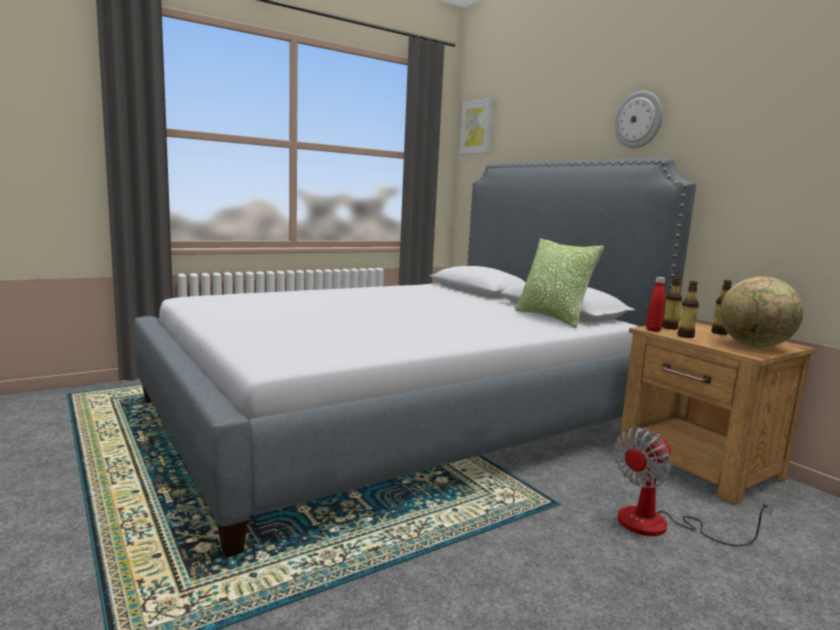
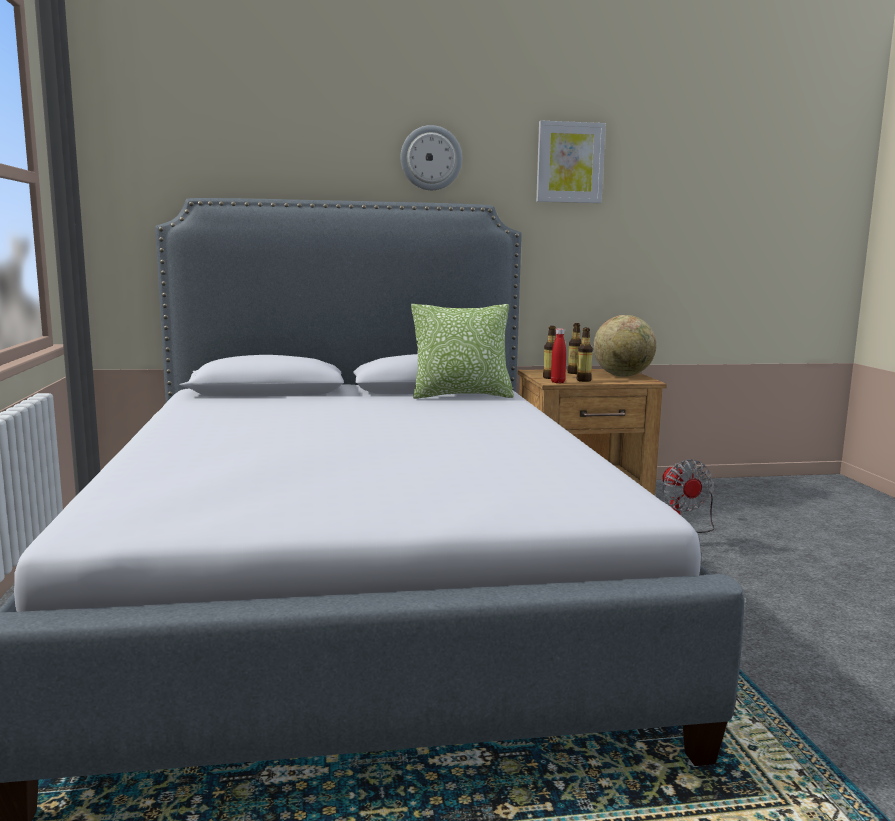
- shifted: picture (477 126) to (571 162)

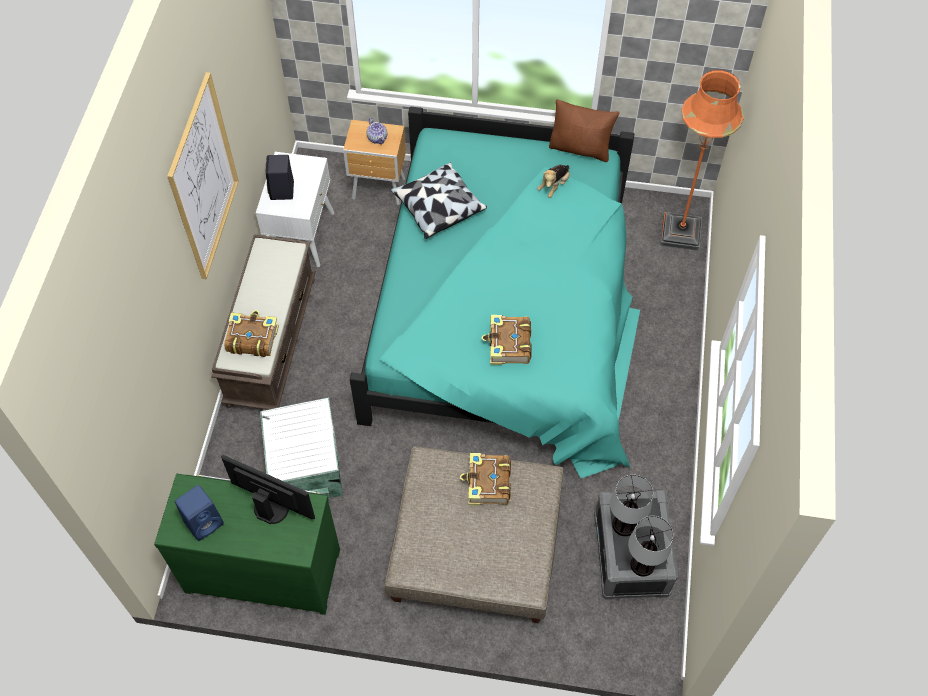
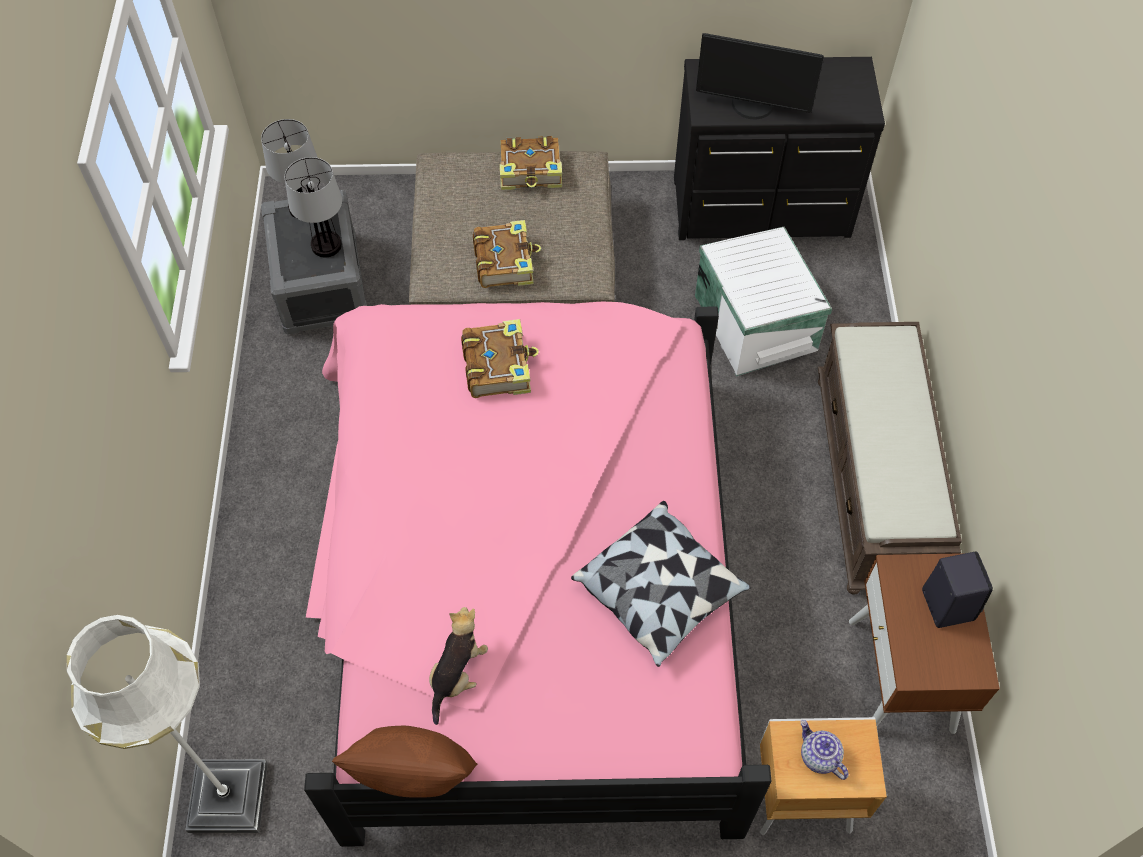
- repainted: orange standing lamp (702 160) to whitish standing lamp (167 724)
- gone: picture (203 175)
- repainted: turquoise-coloured bed (495 292) to pink bed (538 574)
- repainted: whitish nightstand (295 209) to brownish nightstand (924 643)
- shifted: volume (251 333) to (531 163)
- repainted: greenish dresser (247 544) to blackish dresser (779 148)
- gone: blue-coloured speaker (199 513)

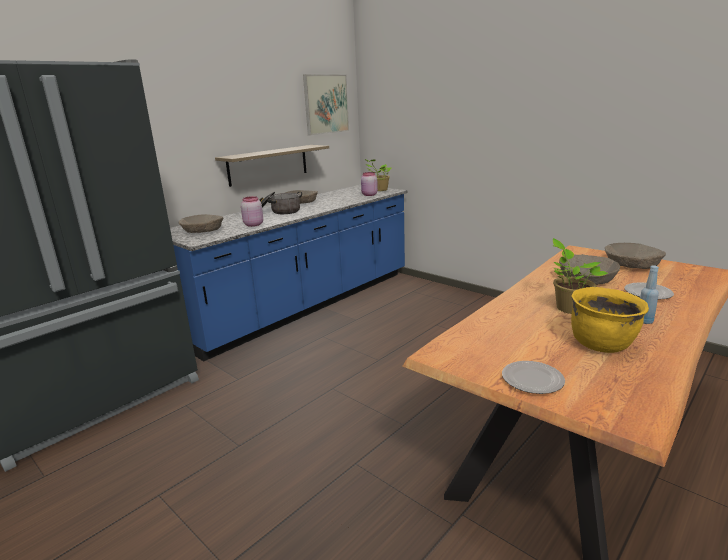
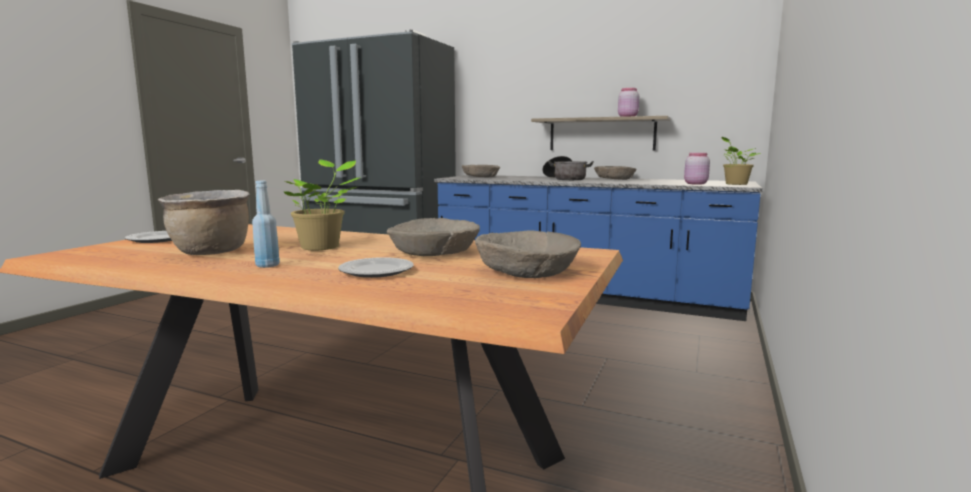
- gone: picture (326 104)
- shifted: pink preserve jar (252 211) to (628 102)
- repainted: yellowish stockpot (610 320) to brownish stockpot (203 222)

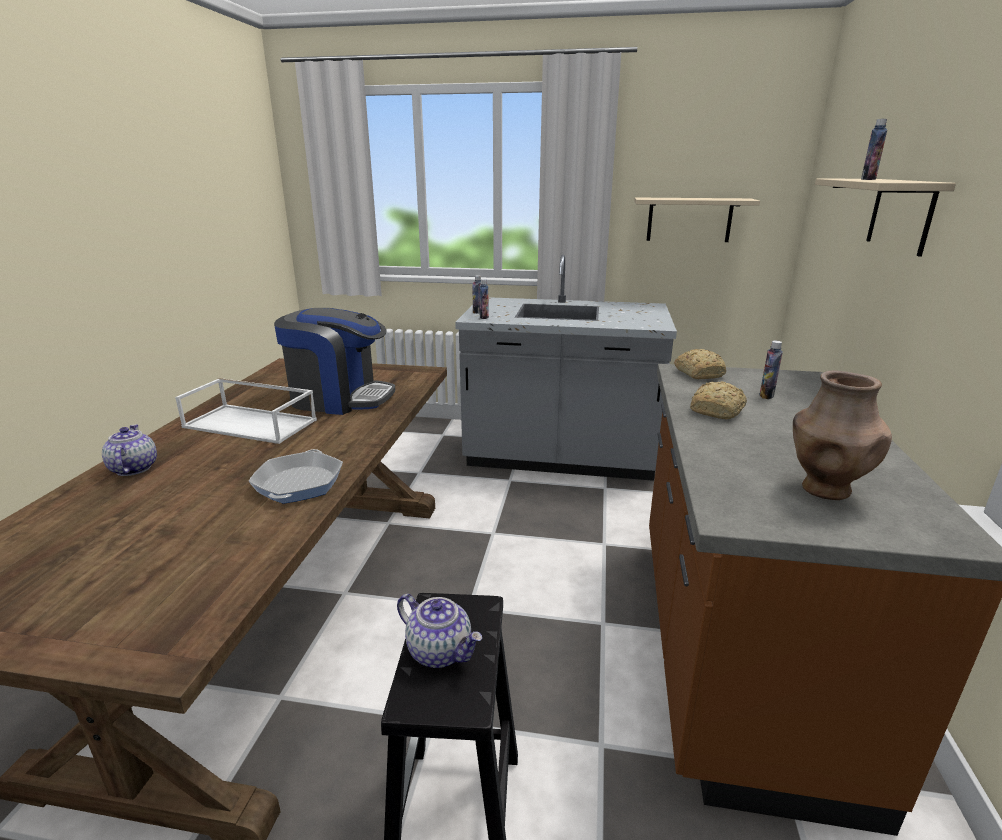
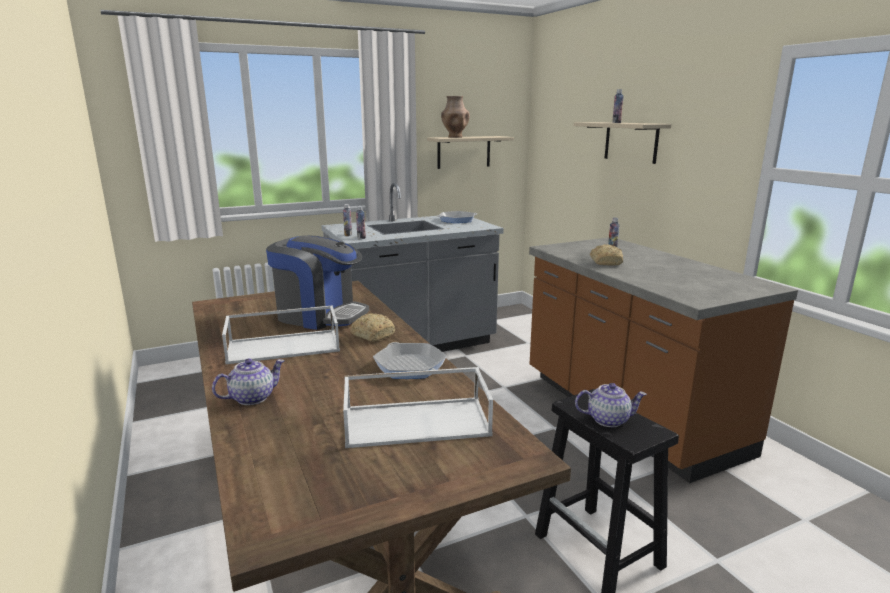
- rotated: coffee machine (334 361) = (317 283) 45 degrees clockwise
- shifted: bread (700 364) to (372 328)
- shifted: brownish flower vase (842 435) to (455 117)
- rotated: pot for tea (129 450) = (248 381) 105 degrees clockwise
- new: frying pan (457 217)
- new: whitish serving tray (418 407)

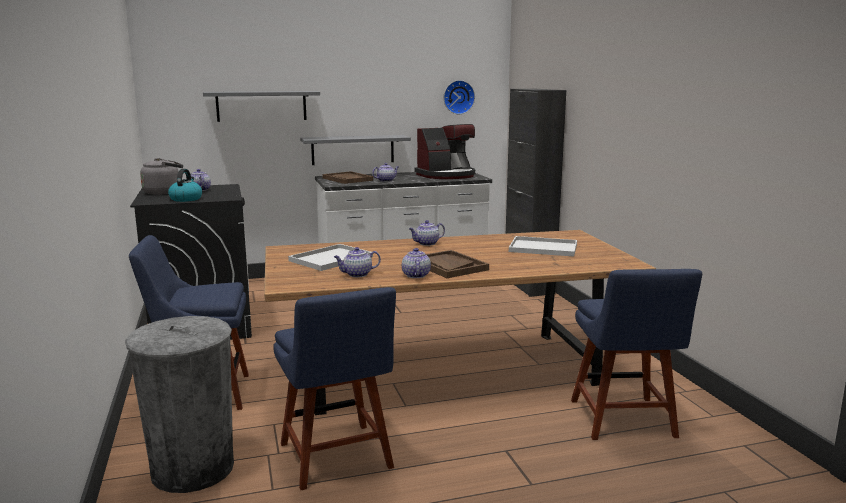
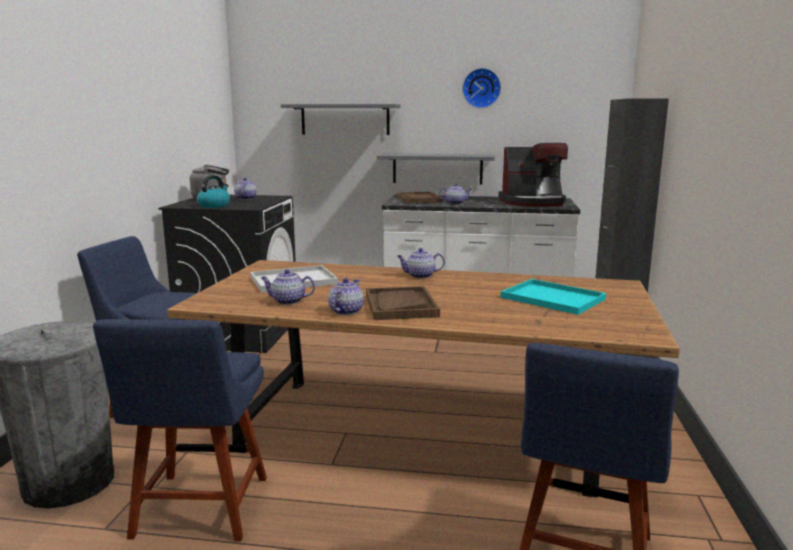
- shifted: clock on the wall (459 97) to (481 88)
- repainted: whitish serving tray (543 246) to turquoise-coloured serving tray (553 297)

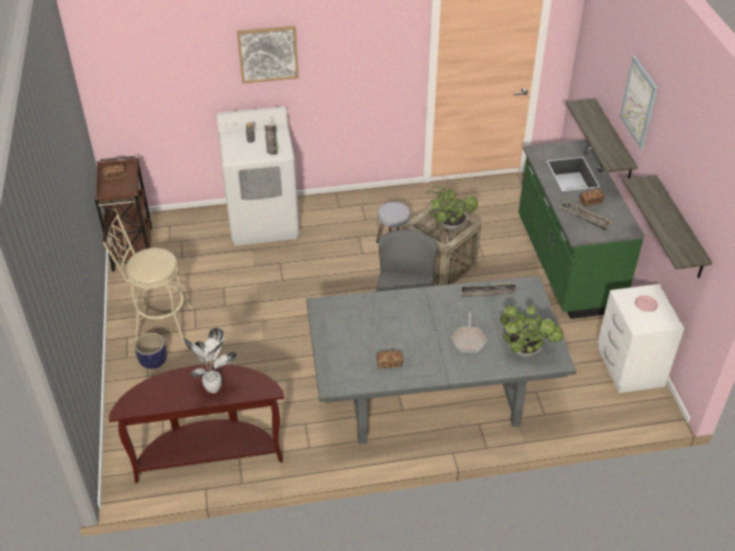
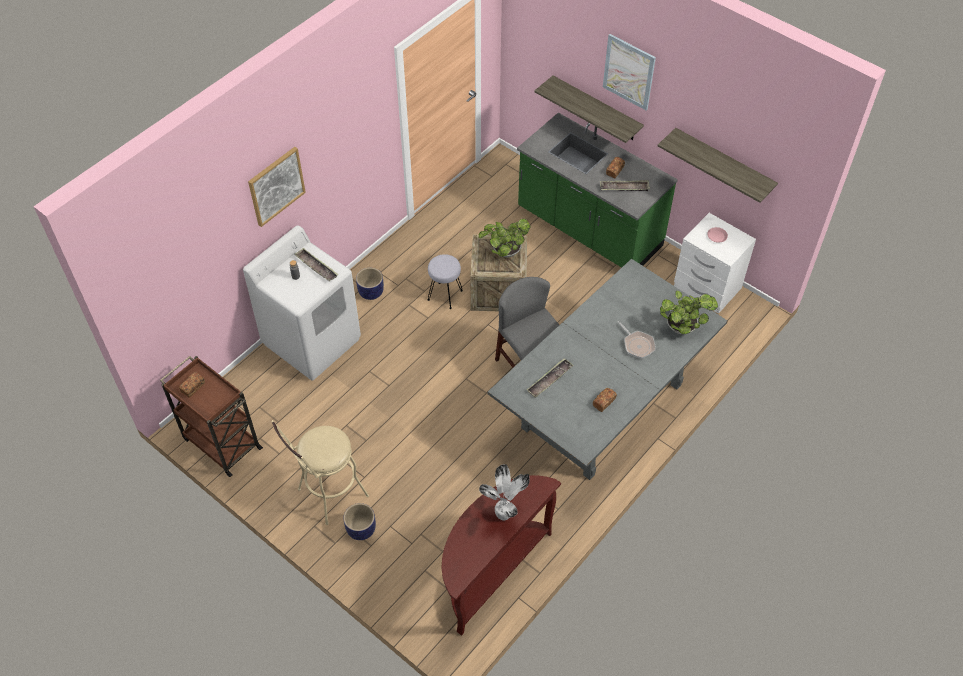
- shifted: serving tray (489 290) to (550 378)
- new: planter (370 284)

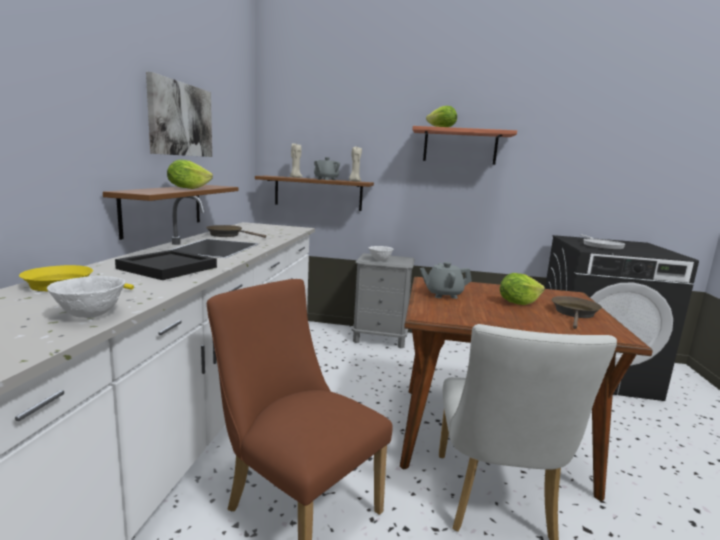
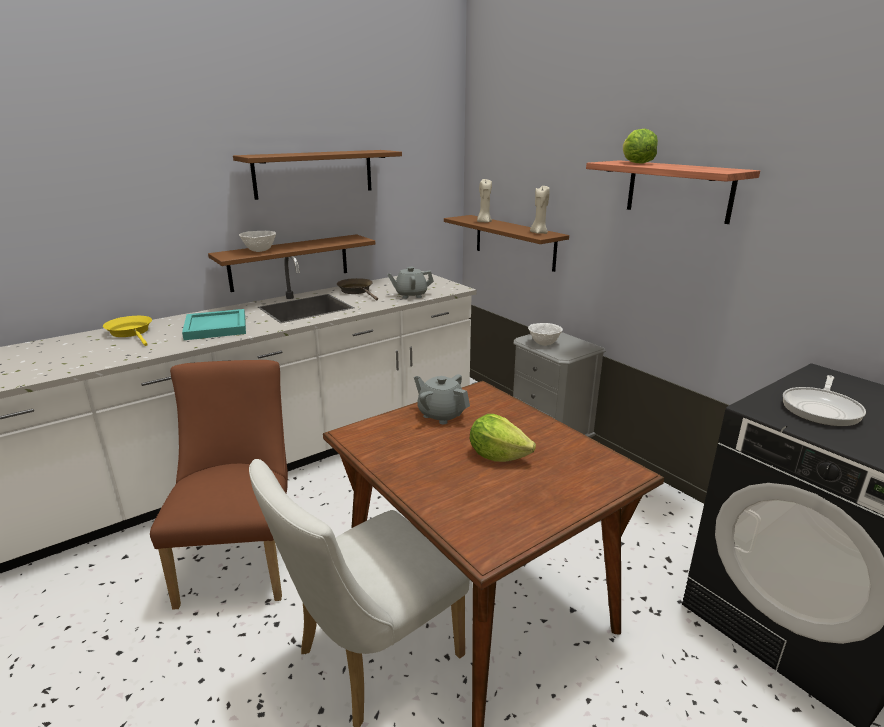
- swapped: picture (179 114) to brownish shelf (317 175)
- shifted: grey pot for tea (327 168) to (410 283)
- gone: head of lettuce (190 174)
- repainted: blackish serving tray (166 265) to turquoise-coloured serving tray (214 324)
- shifted: whitish serving bowl (86 297) to (257 241)
- gone: brownish frying pan (577 312)

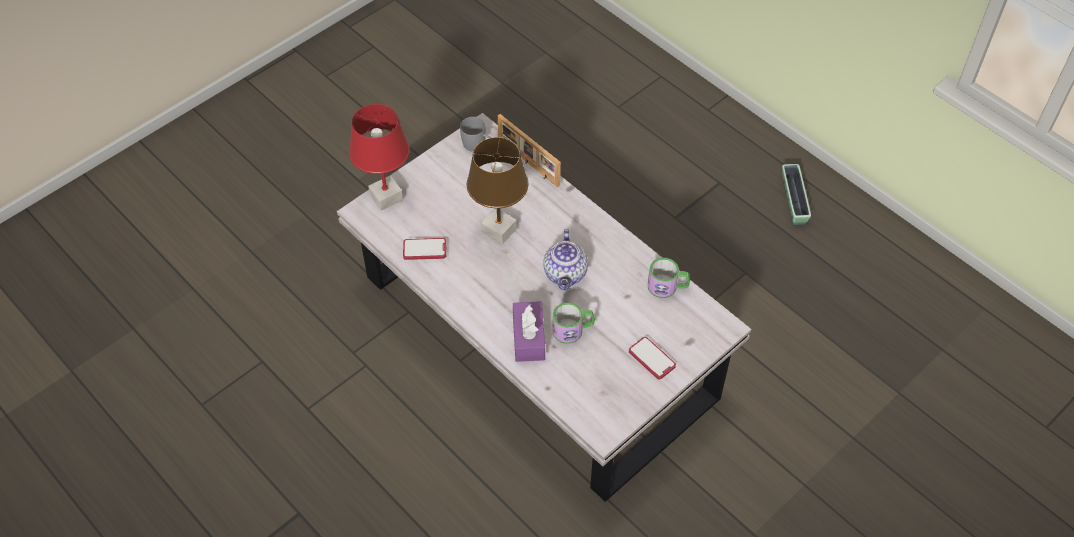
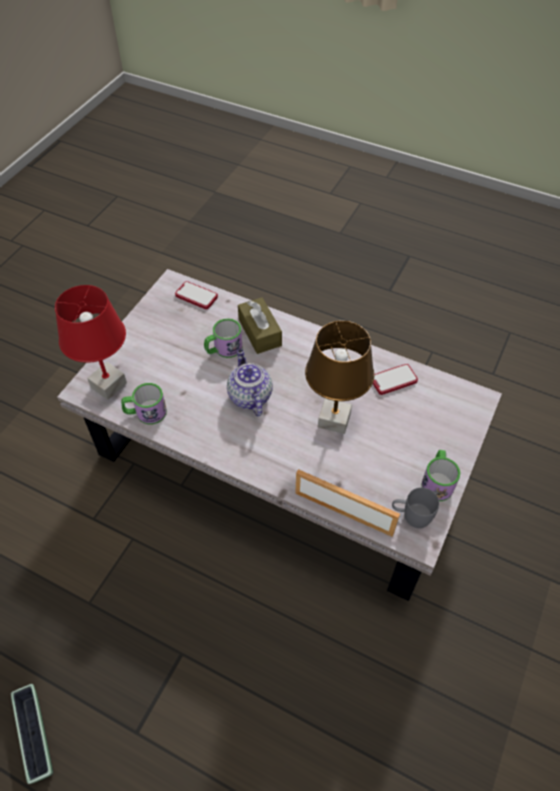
- shifted: red lamp for a table (379 157) to (91 342)
- repainted: purple tissue holder (529 331) to brownish tissue holder (260 325)
- shifted: phone (652 358) to (196 295)
- new: tea mug (440 475)

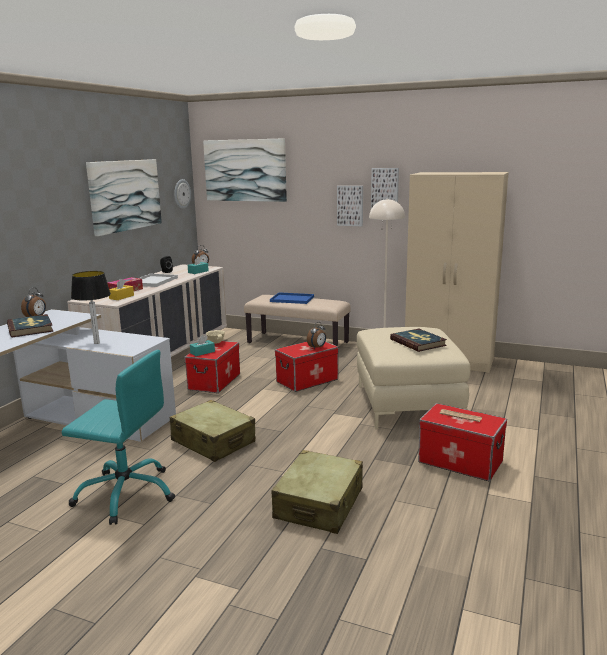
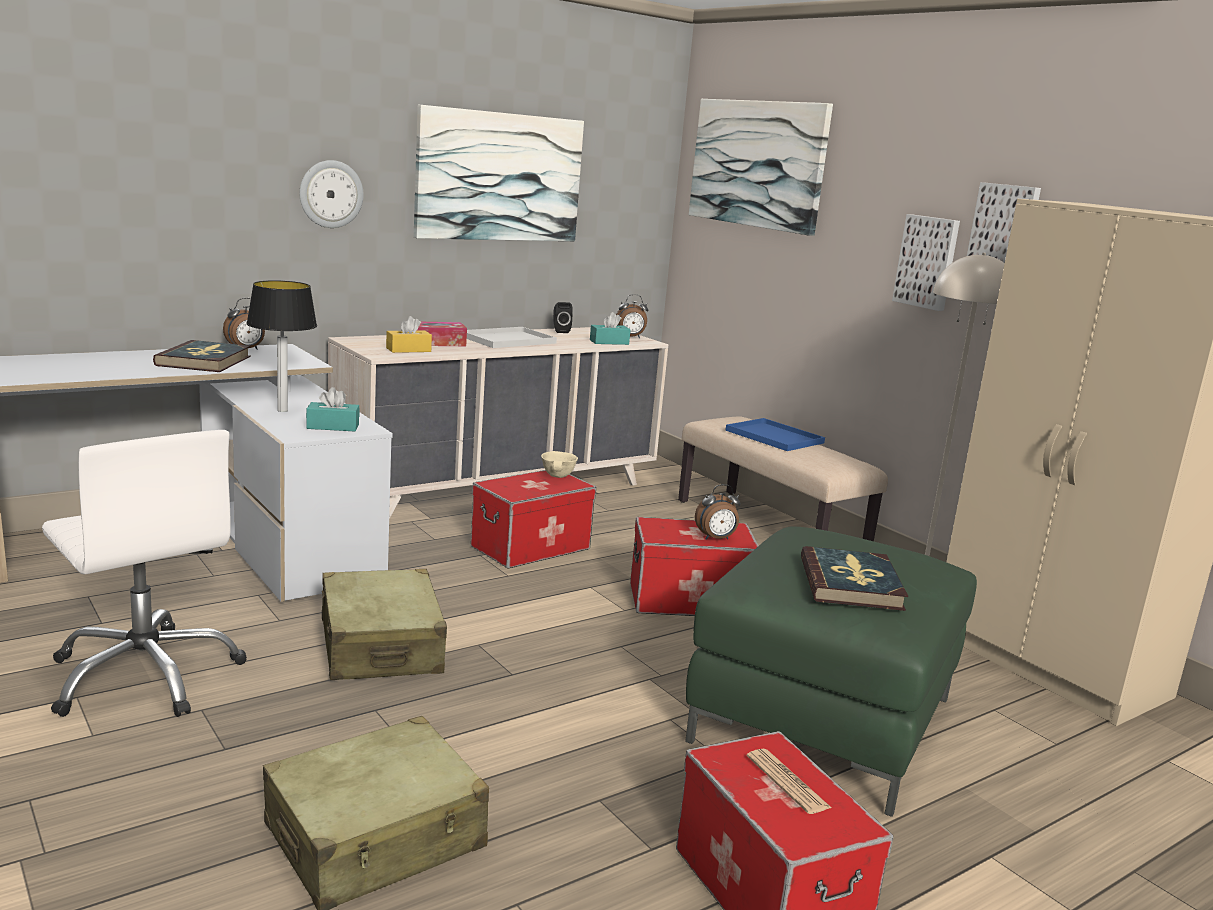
- shifted: clock on the wall (182 194) to (332 194)
- repainted: sand-coloured ottoman (413 378) to greenish ottoman (831 671)
- shifted: turquoise-coloured tissue holder (202 345) to (333 409)
- repainted: turquoise-coloured desk chair (118 437) to whitish desk chair (144 573)

